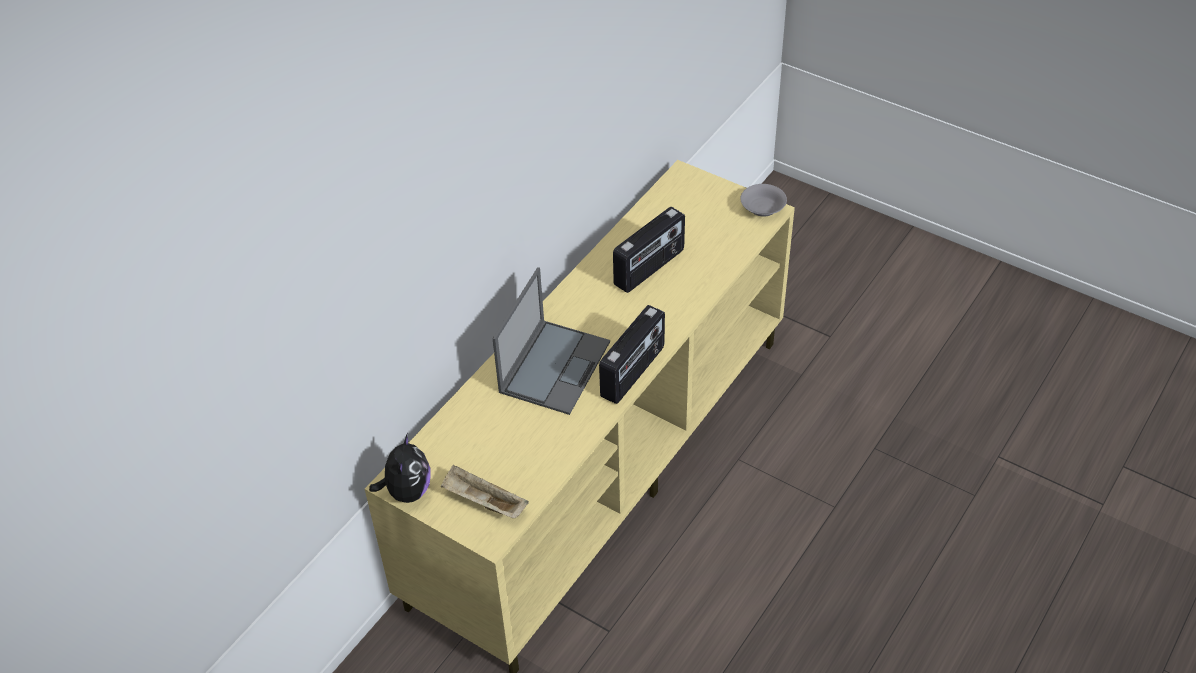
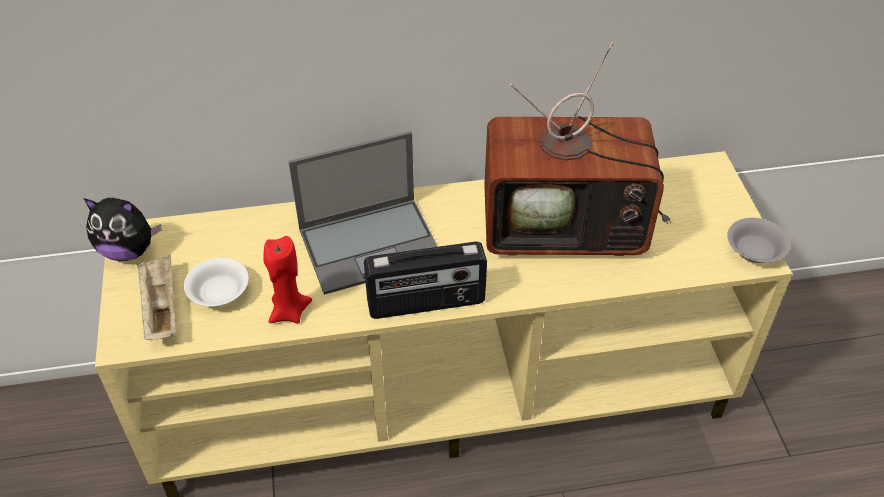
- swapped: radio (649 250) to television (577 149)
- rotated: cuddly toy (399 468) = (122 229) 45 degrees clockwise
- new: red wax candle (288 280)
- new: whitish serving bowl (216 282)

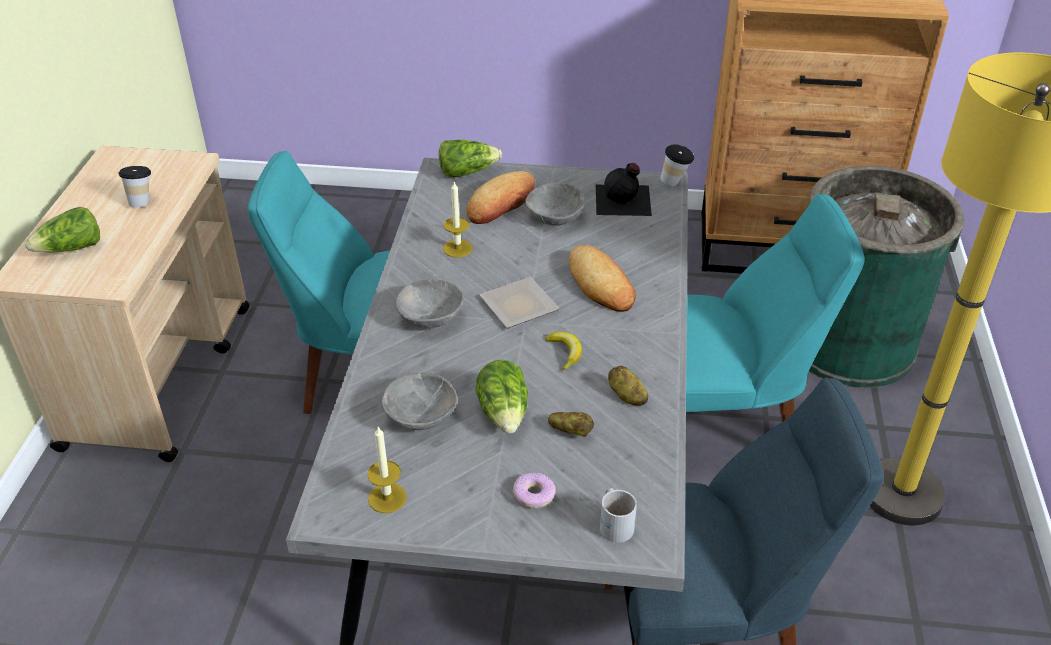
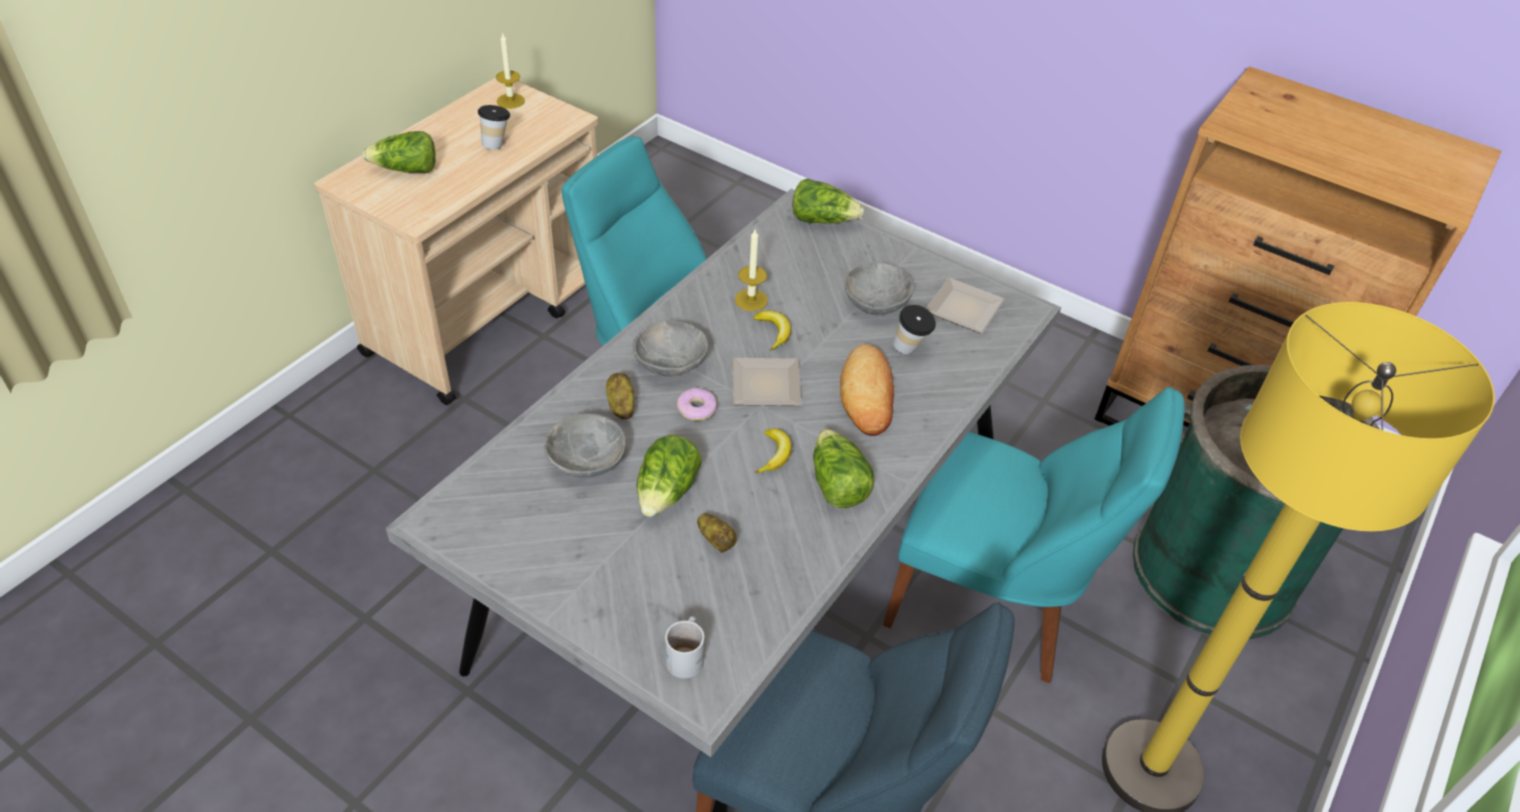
- shifted: drinking cup (677 165) to (914 329)
- swapped: blackish bottle (624 189) to flat dish (965 306)
- gone: bread (500 197)
- shifted: potato (628 386) to (620 396)
- shifted: wax candle (387 470) to (510 71)
- shifted: ring doughnut (534 490) to (697 404)
- new: whole banana (772 331)
- new: head of lettuce (843 468)

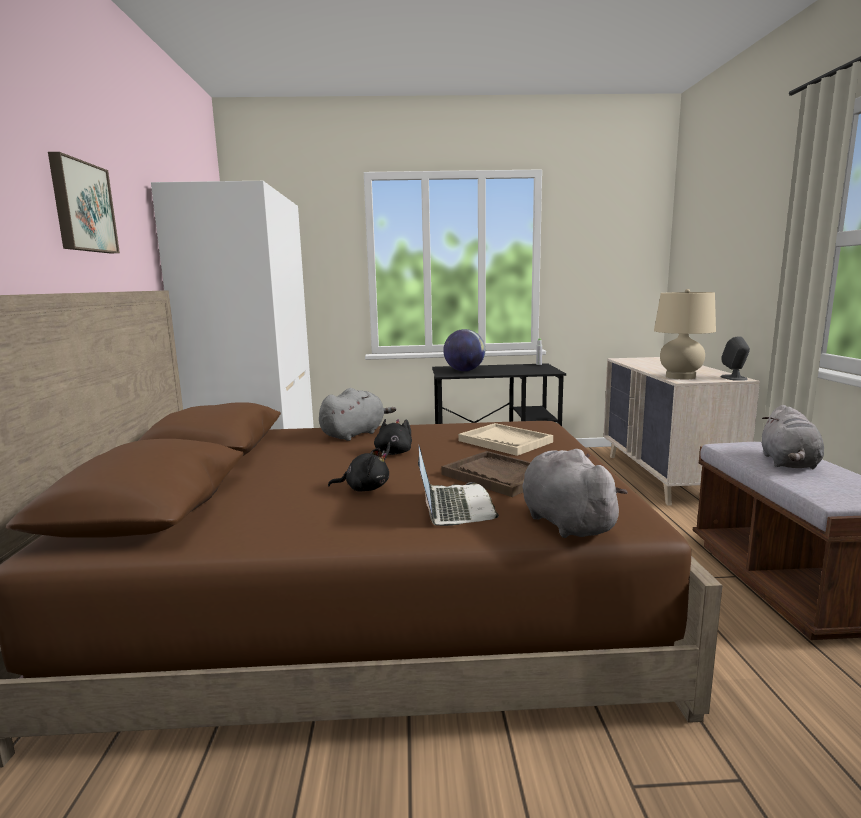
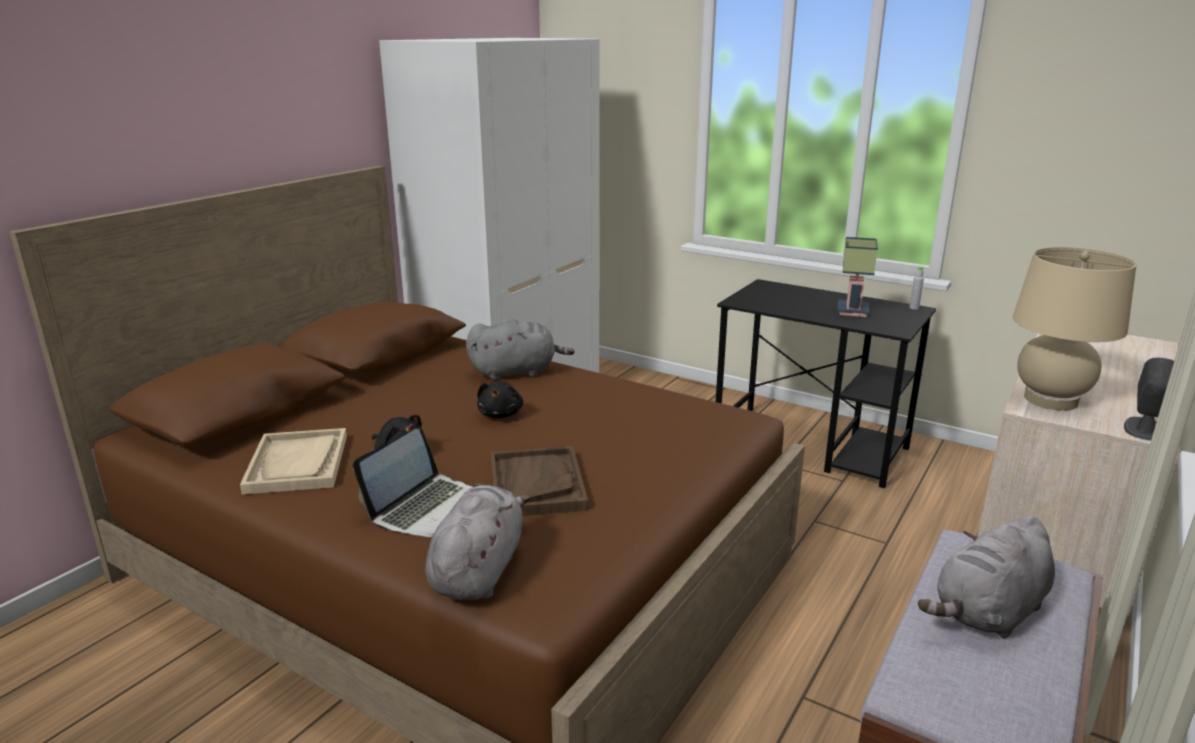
- gone: picture (84 202)
- gone: desk globe (464 350)
- rotated: blackish cuddly toy (393 439) = (500 399) 135 degrees clockwise
- shifted: sand-coloured serving tray (505 439) to (293 461)
- new: lamp for a table (858 277)

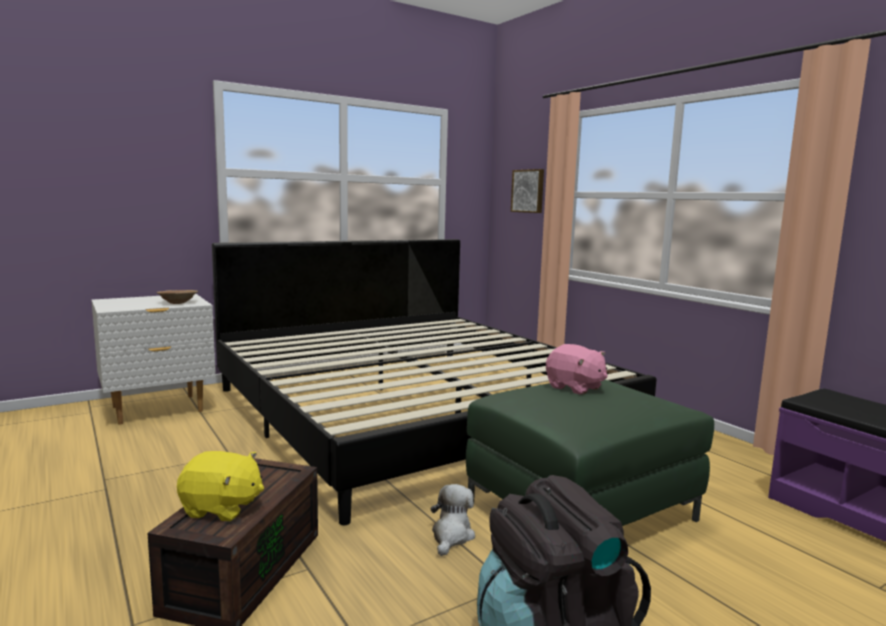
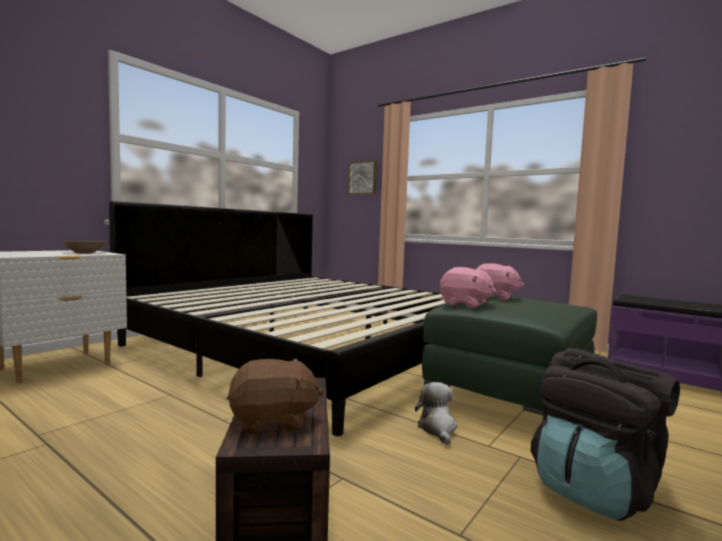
- repainted: yellowish cuddly toy (220 486) to brownish cuddly toy (275 397)
- new: pink cuddly toy (468 288)

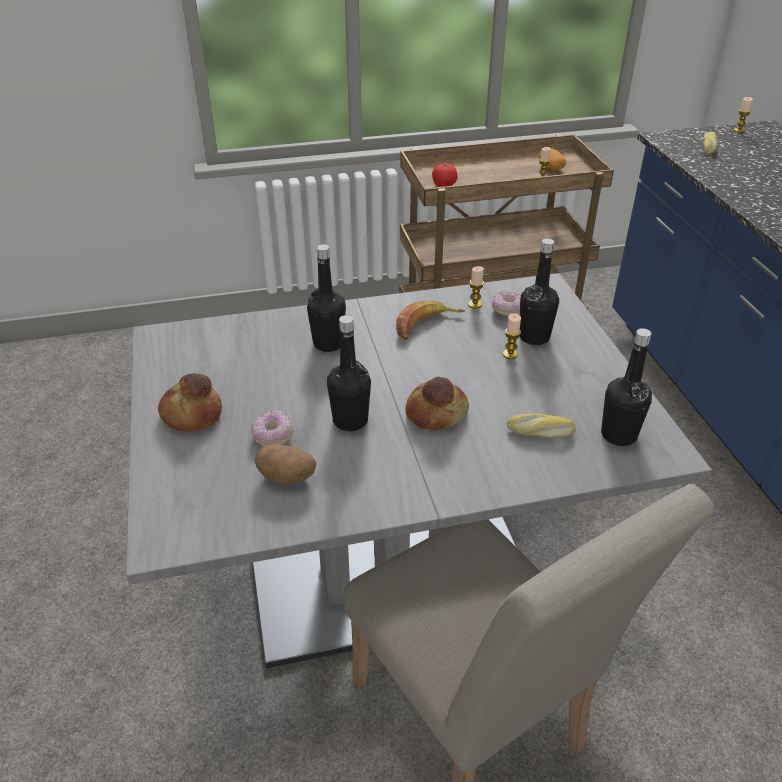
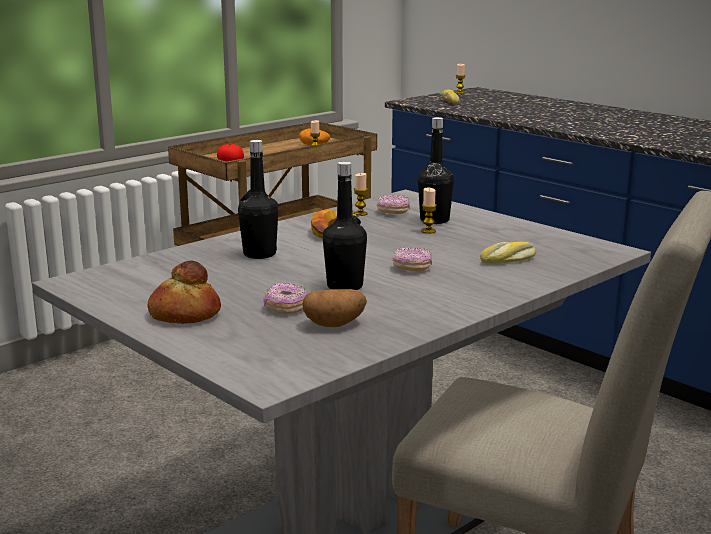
- gone: blackish bottle (626 387)
- swapped: bread (437 403) to ring doughnut (412 259)

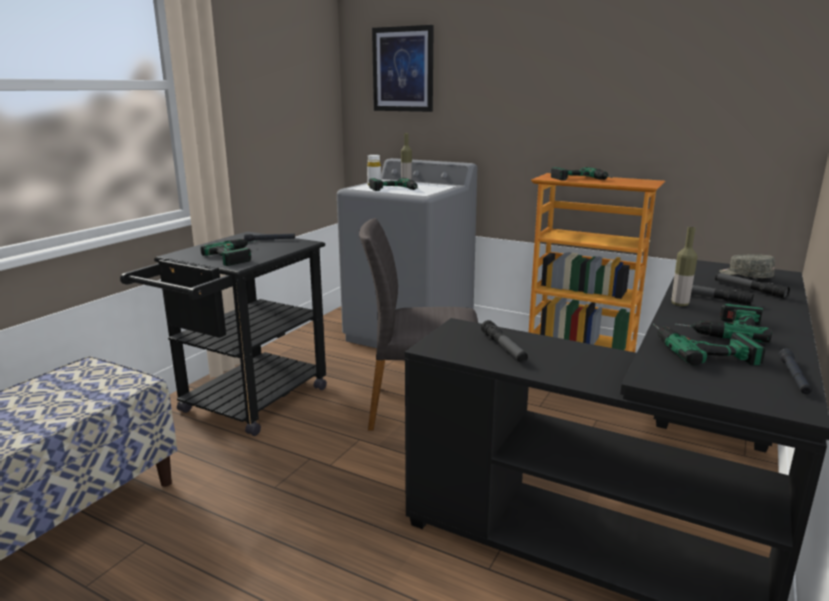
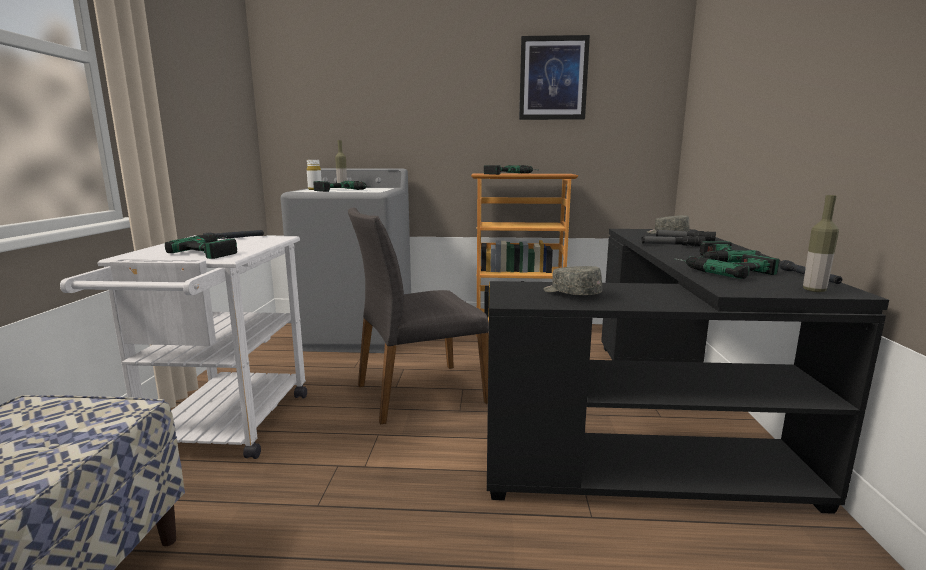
- shifted: picture (403 68) to (554 77)
- shifted: bottle (684 266) to (821 243)
- repainted: blackish trolley (223 333) to whitish trolley (183 347)
- swapped: flashlight (504 341) to grey peaked cap (573 280)

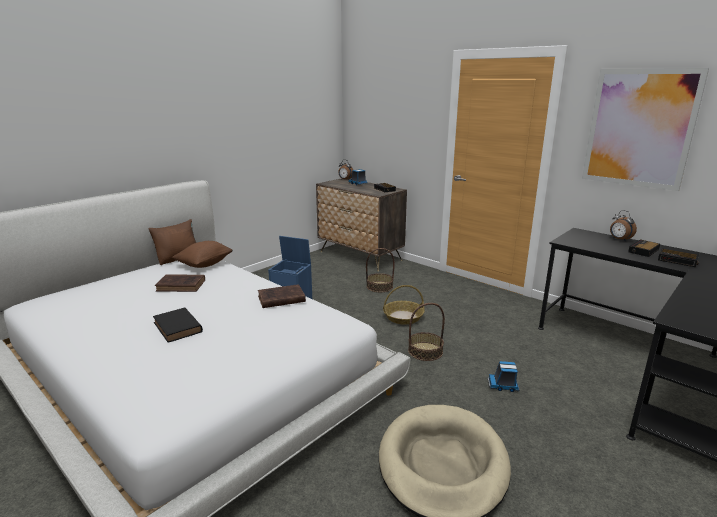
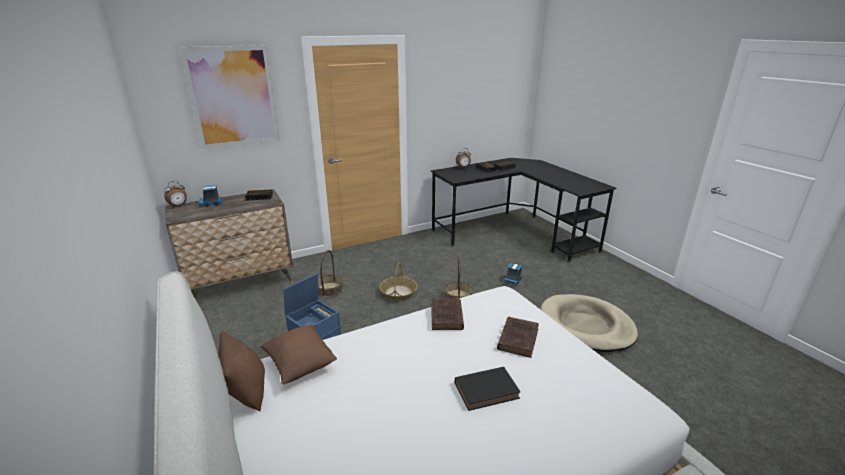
- shifted: picture (645 129) to (230 97)
- shifted: brownish volume (180 283) to (518 337)

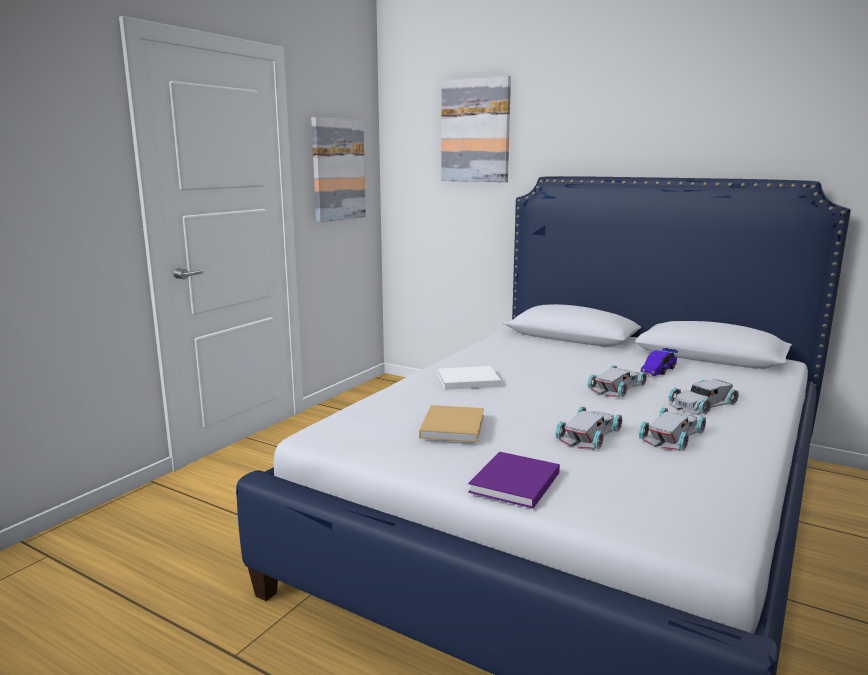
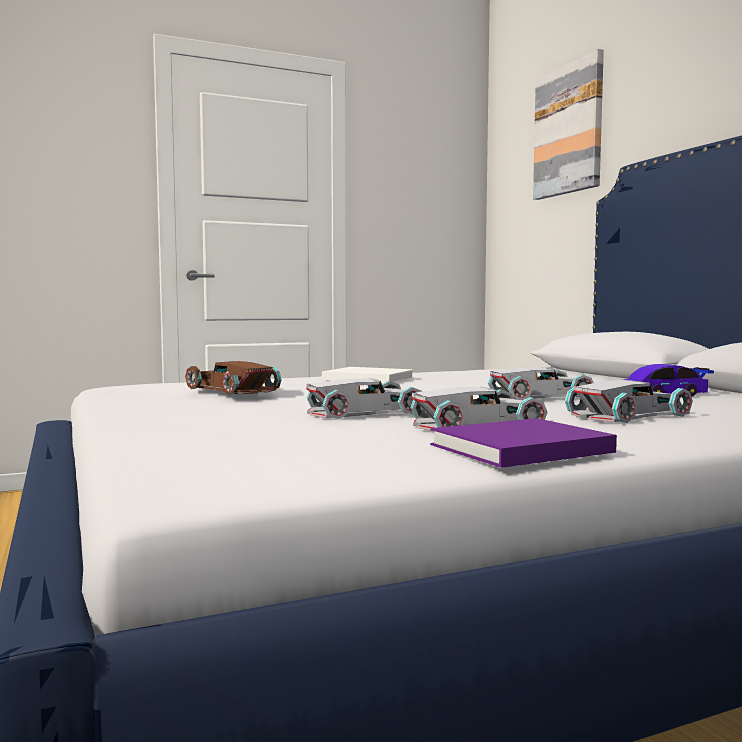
- gone: picture (338 170)
- rotated: whitish toy car (704 397) = (629 401) 150 degrees clockwise
- swapped: sand-coloured volume (451 423) to brownish toy car (233 378)
- shifted: purple volume (514 480) to (523 443)

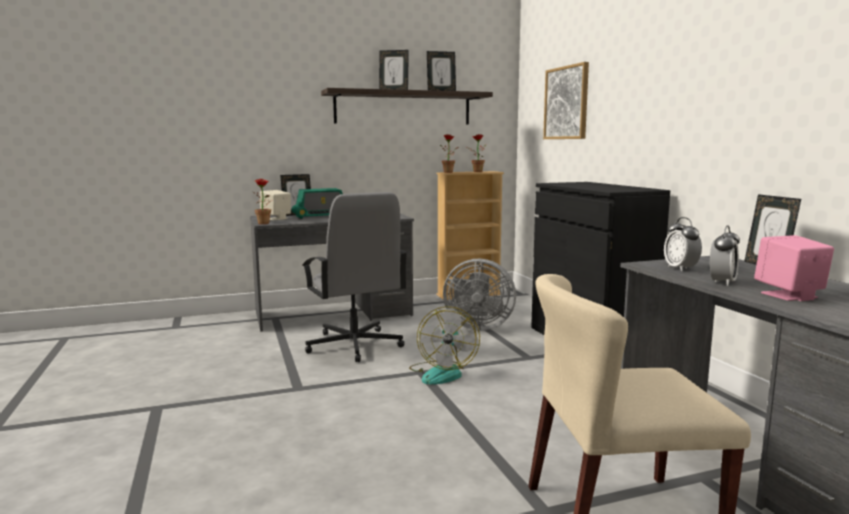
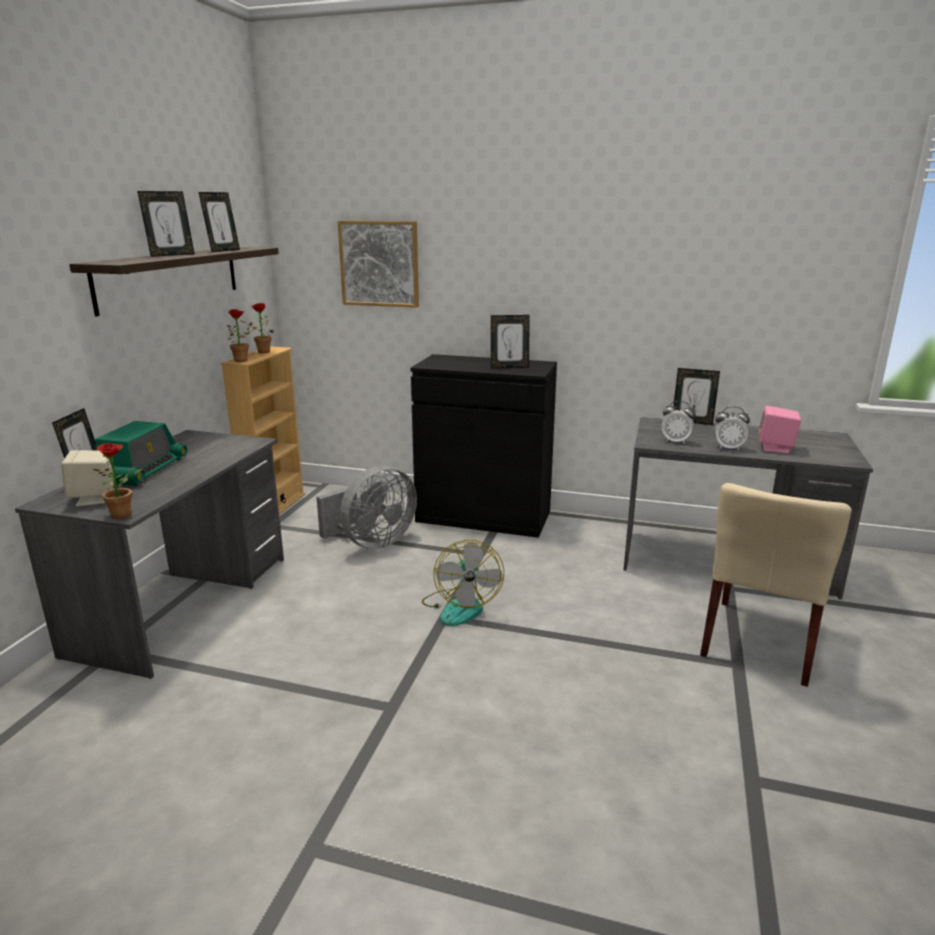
- gone: grey desk chair (355 277)
- rotated: table clock (725 255) = (732 428) 120 degrees clockwise
- rotated: electric fan (444 345) = (463 583) 45 degrees clockwise
- new: standing frame (510 342)

